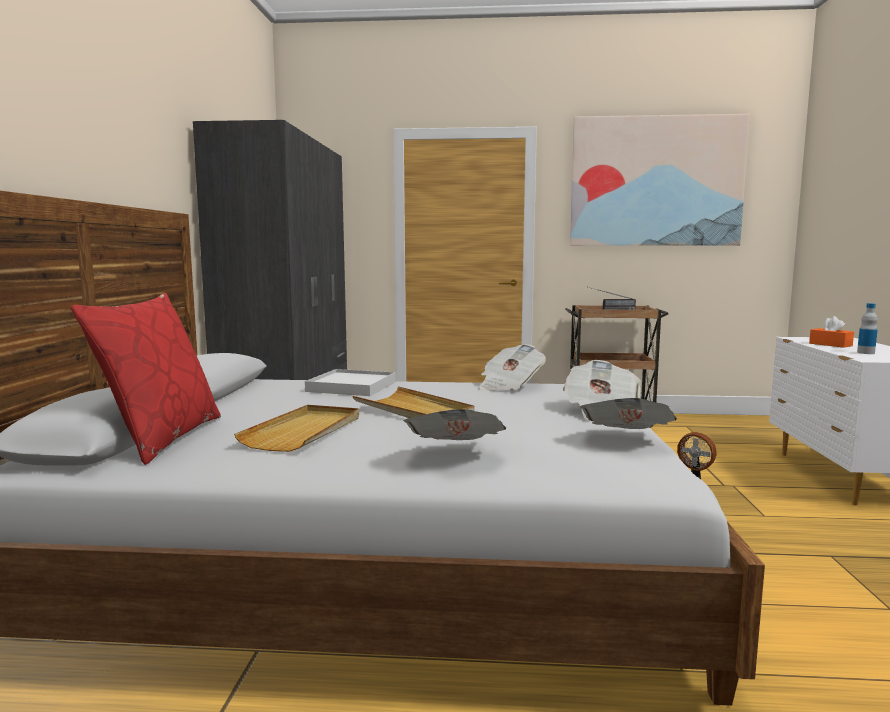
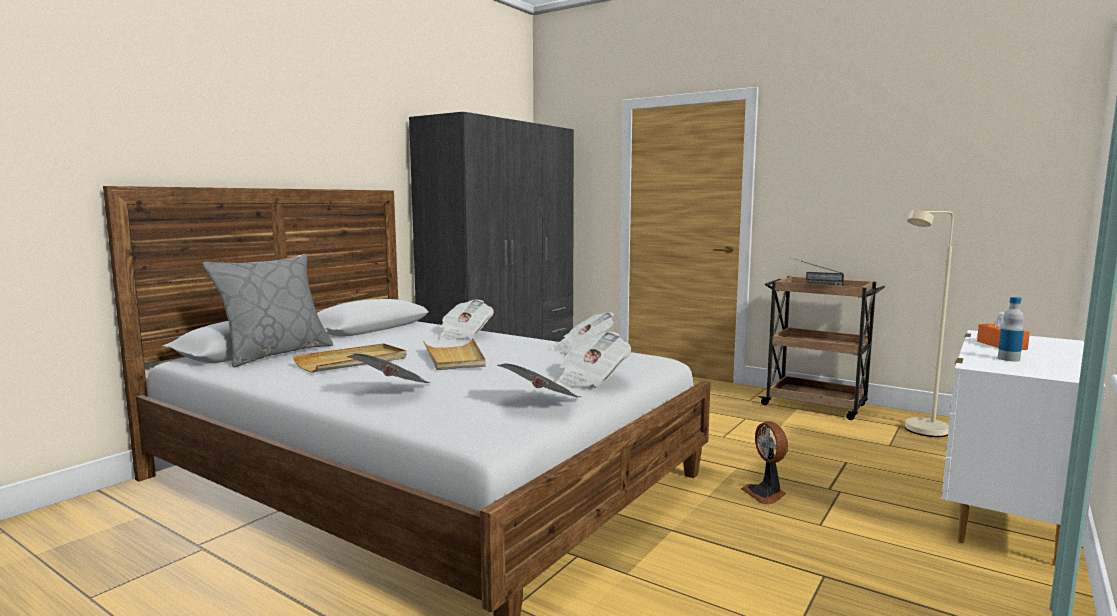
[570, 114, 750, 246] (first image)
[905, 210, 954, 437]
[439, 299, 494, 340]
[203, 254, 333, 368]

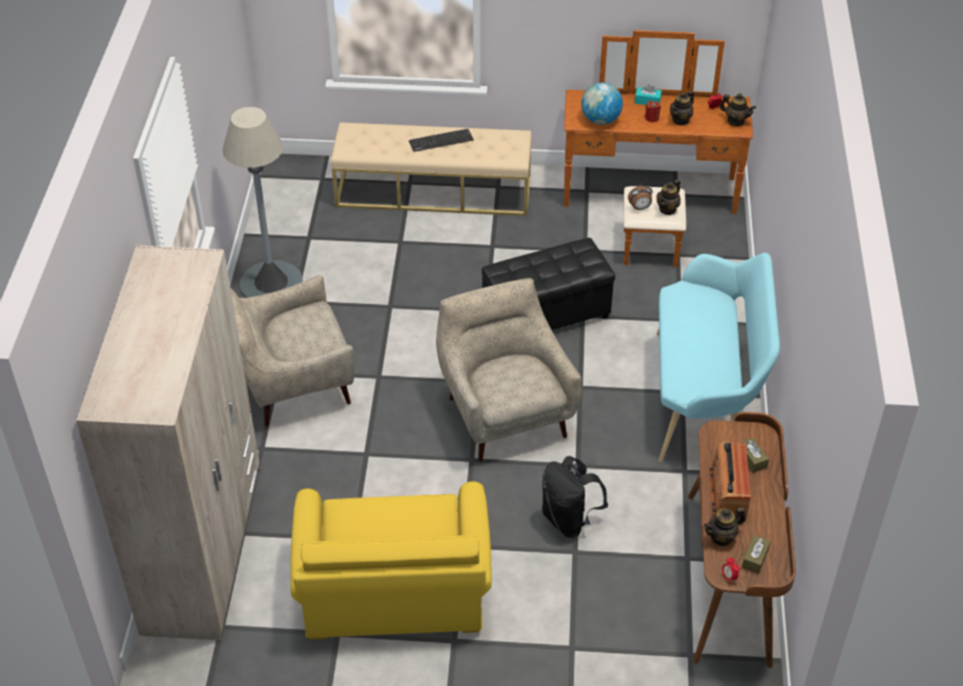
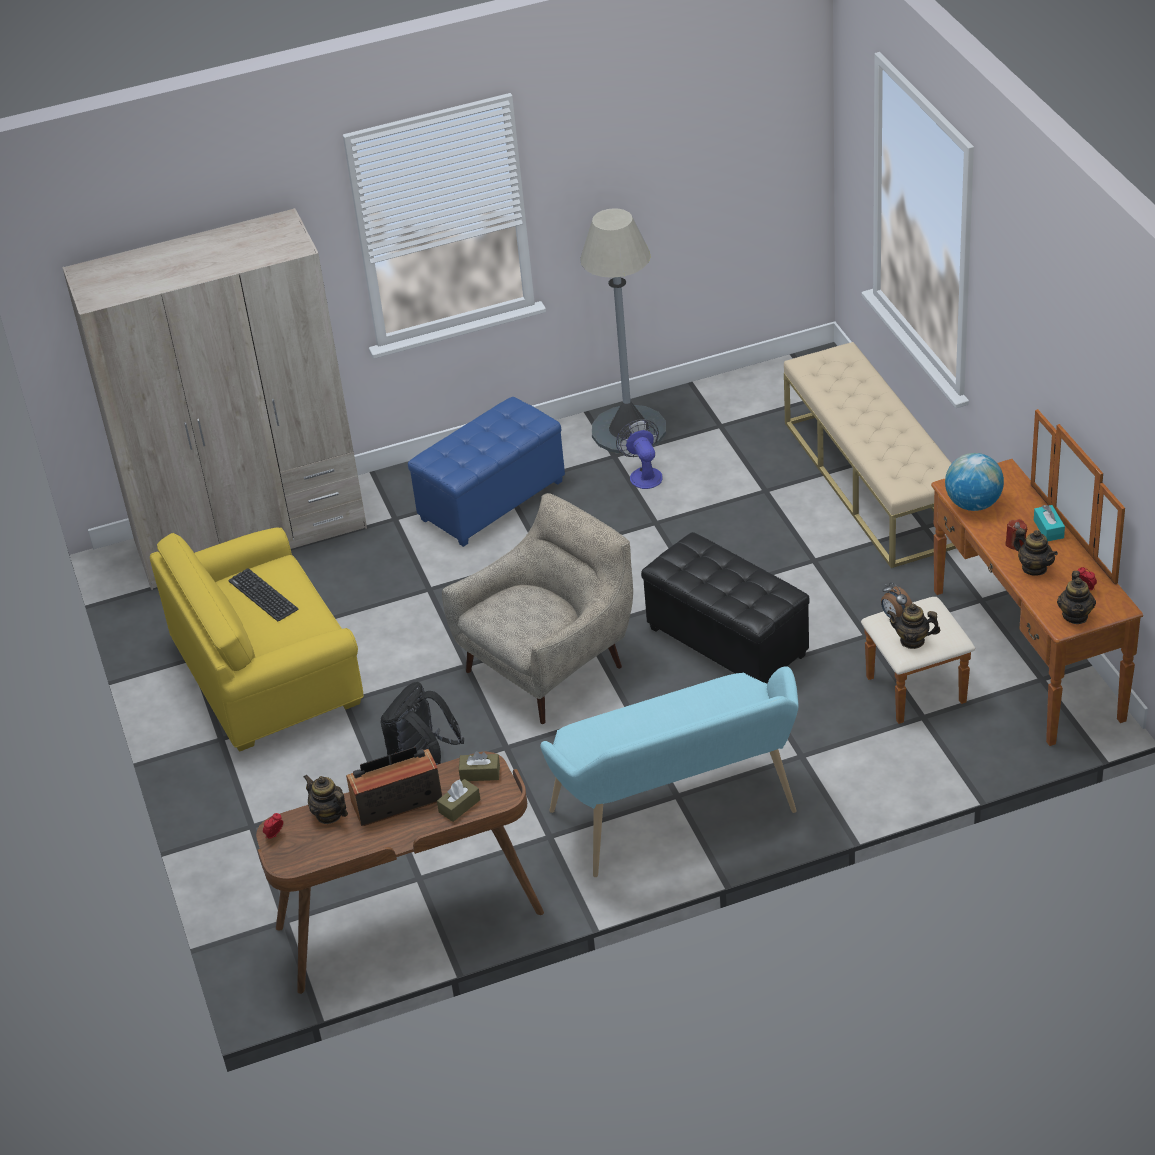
[616, 419, 663, 489]
[228, 568, 298, 621]
[459, 751, 500, 781]
[408, 397, 565, 547]
[1013, 528, 1058, 576]

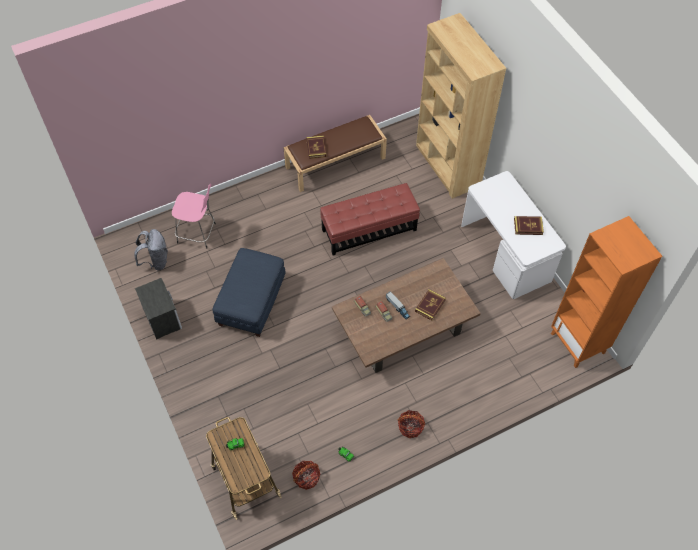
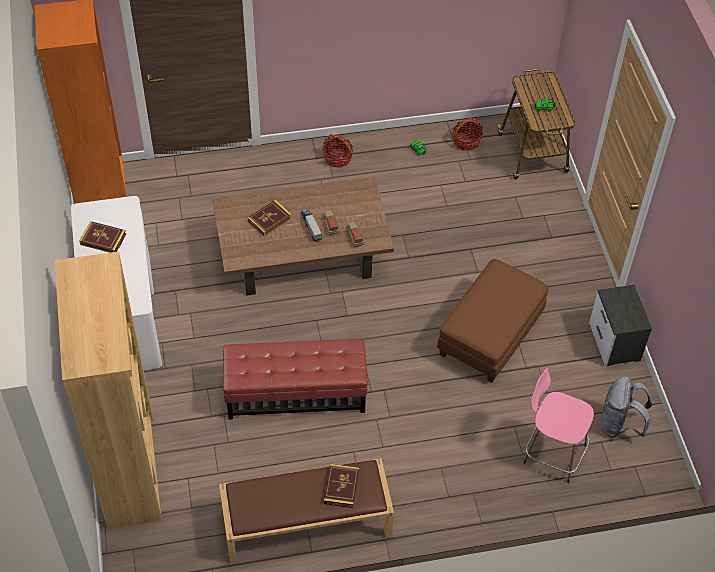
[437, 259, 549, 383]

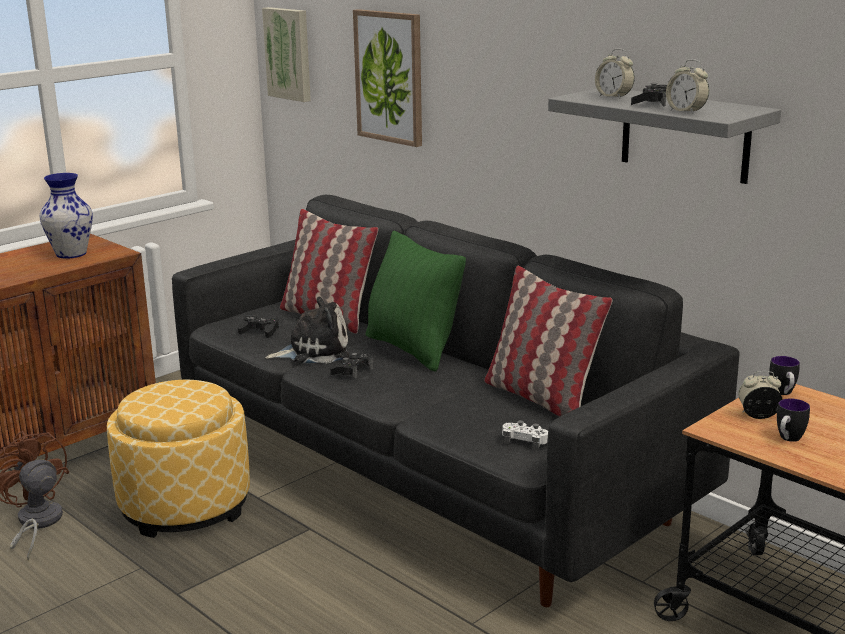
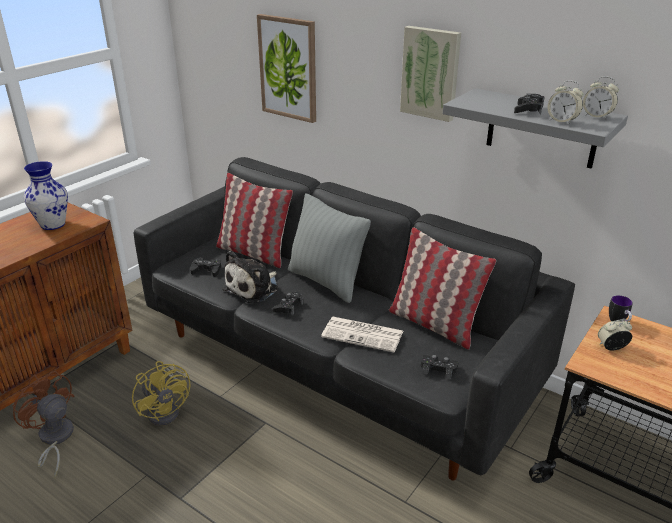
[777, 399, 810, 442] (first image)
[321, 317, 403, 352]
[400, 26, 461, 122]
[583, 76, 619, 120]
[132, 361, 190, 426]
[288, 194, 371, 303]
[421, 355, 459, 379]
[222, 251, 278, 303]

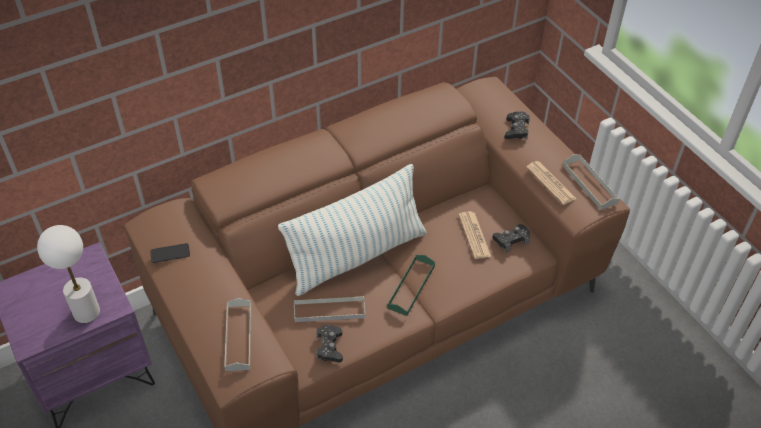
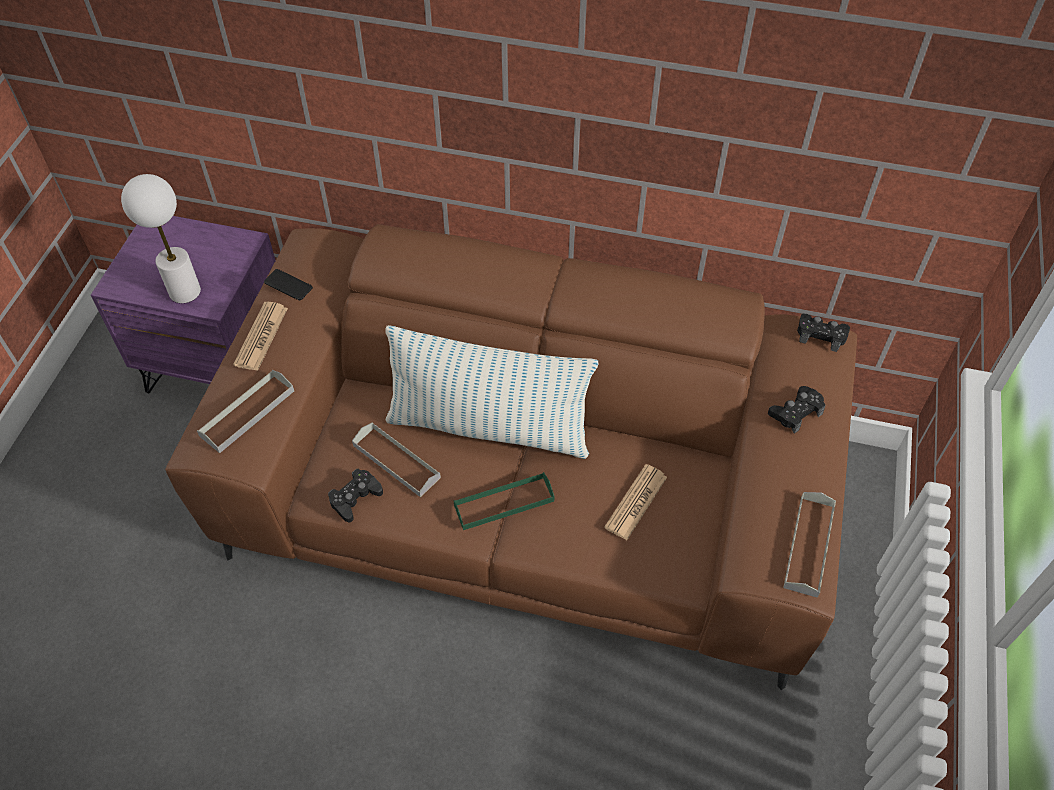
[797, 313, 850, 352]
[233, 302, 288, 371]

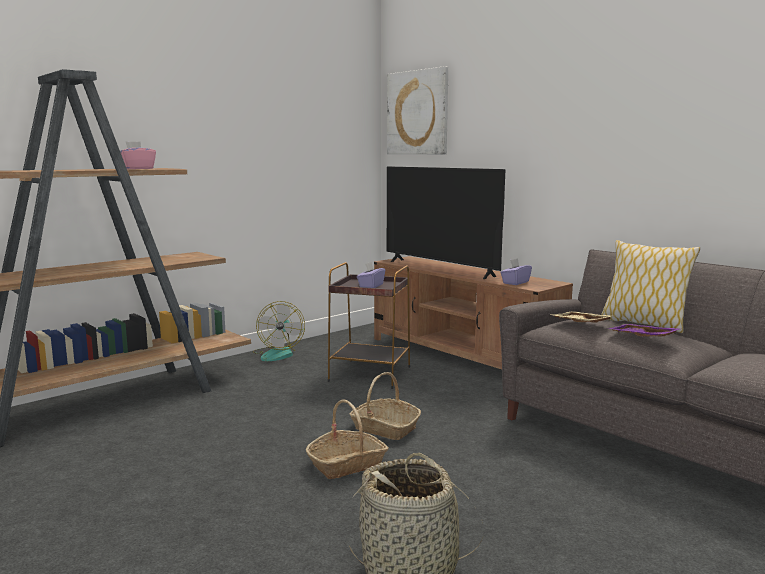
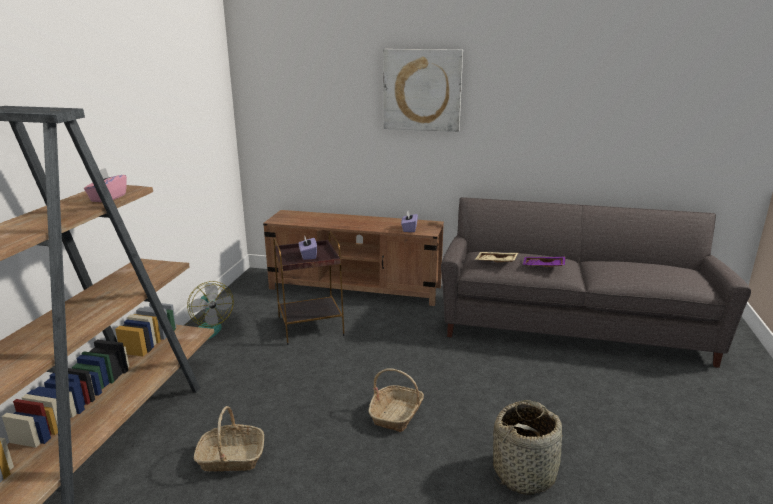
[387, 167, 505, 279] (first image)
[601, 240, 700, 333] (first image)
[194, 406, 264, 472]
[383, 49, 463, 132]

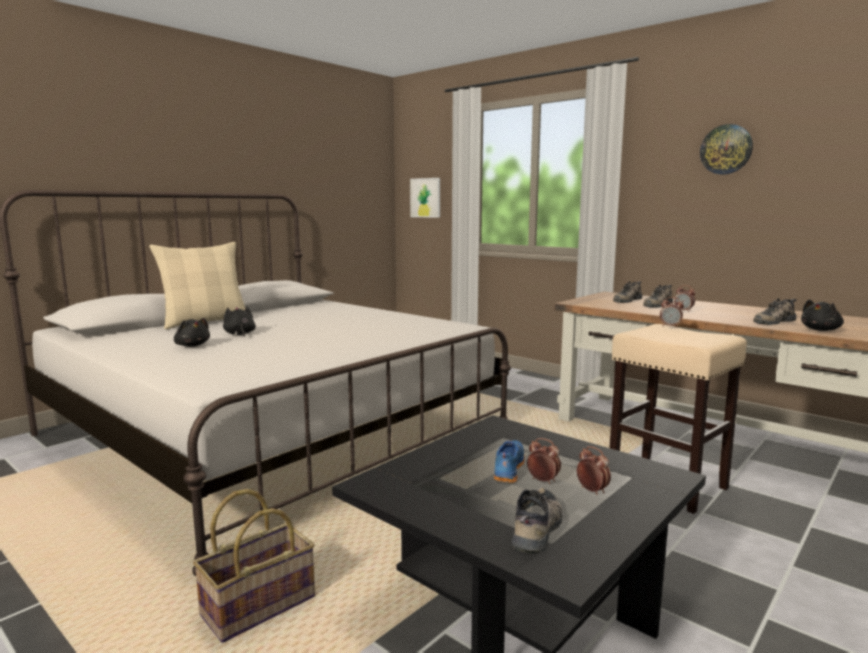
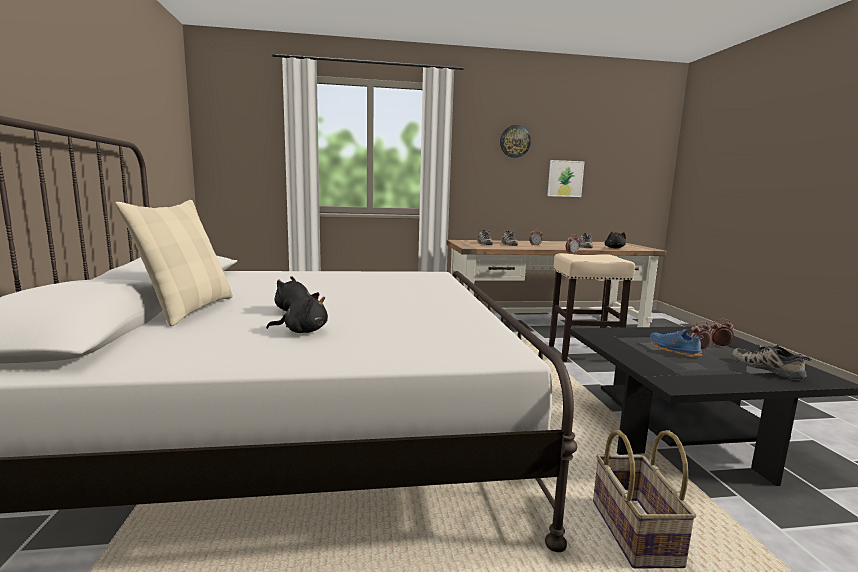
[547, 160, 585, 197]

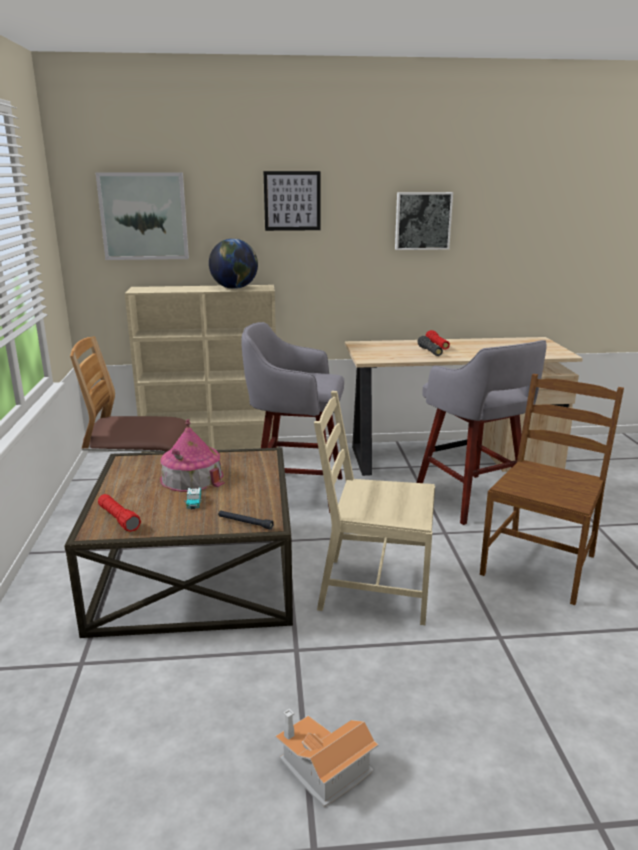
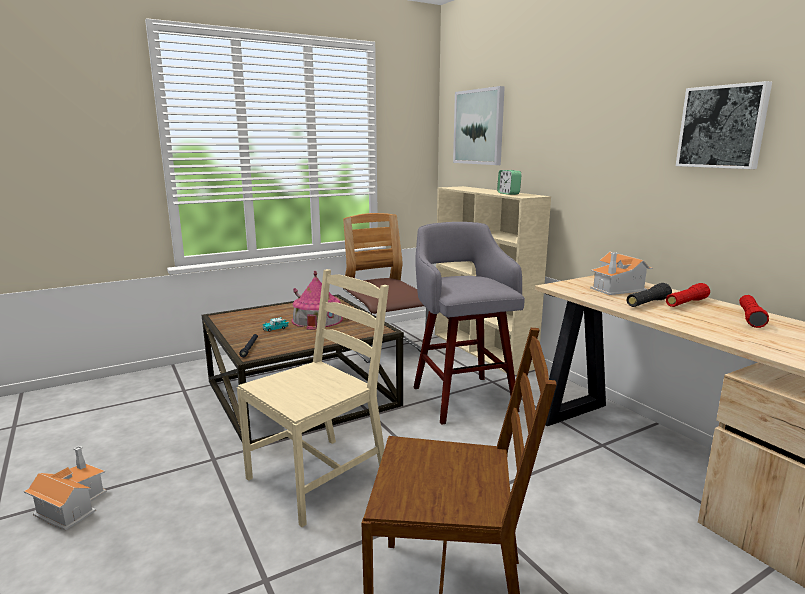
[263, 171, 321, 231] (first image)
[417, 340, 547, 525] (first image)
[590, 252, 653, 295]
[739, 295, 769, 328]
[497, 170, 522, 195]
[237, 269, 389, 527]

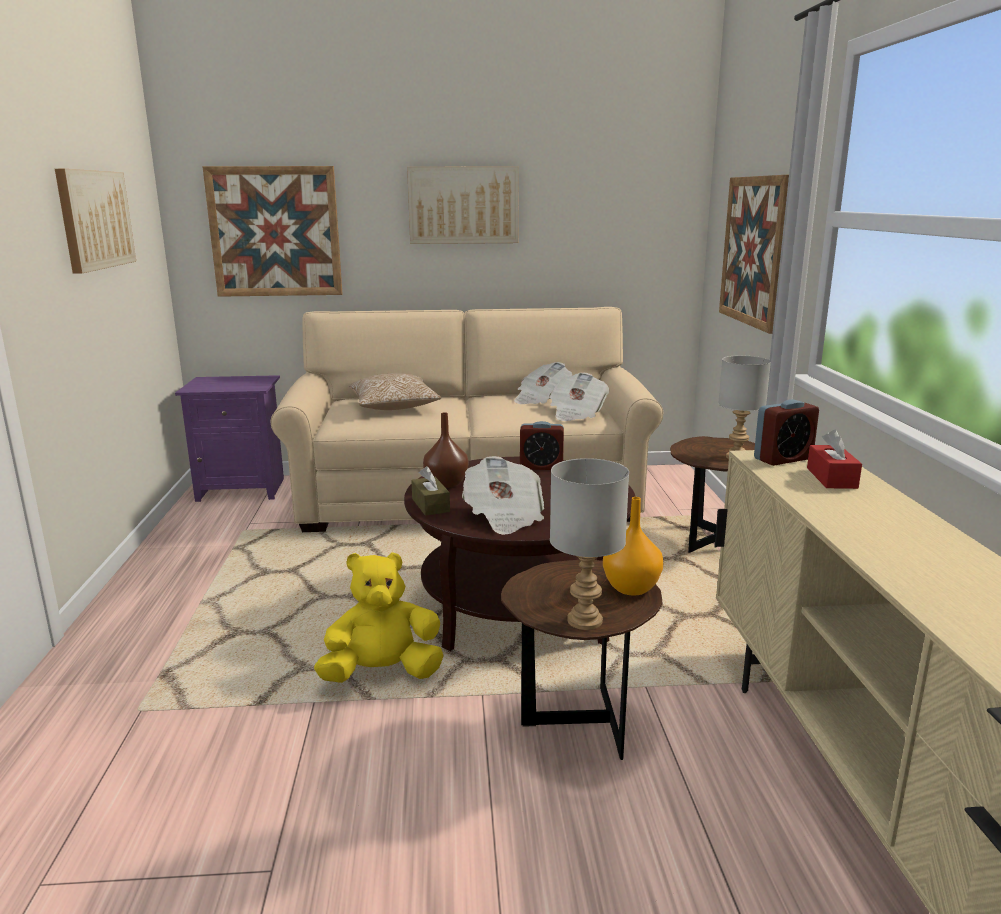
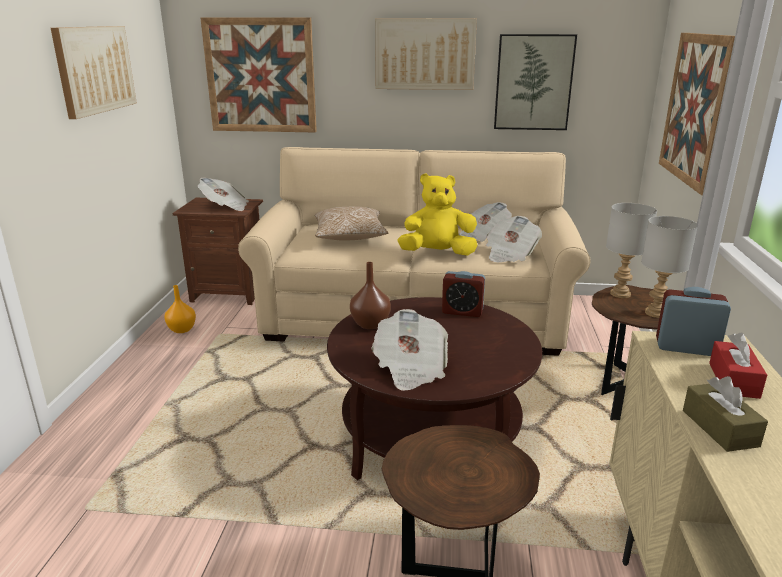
[198, 178, 249, 211]
[494, 34, 577, 130]
[397, 174, 477, 256]
[683, 376, 768, 452]
[606, 203, 657, 298]
[164, 285, 196, 333]
[172, 198, 263, 305]
[656, 287, 731, 356]

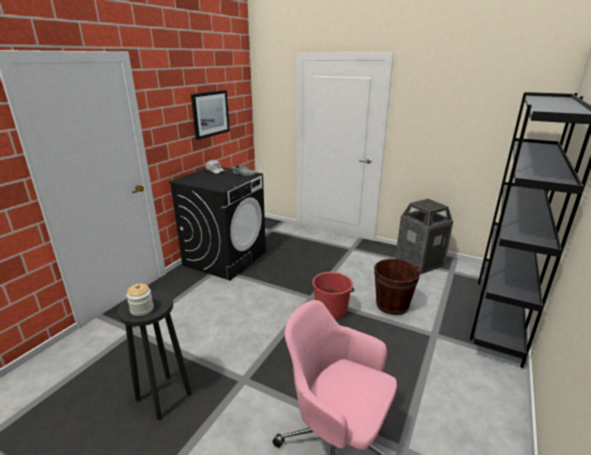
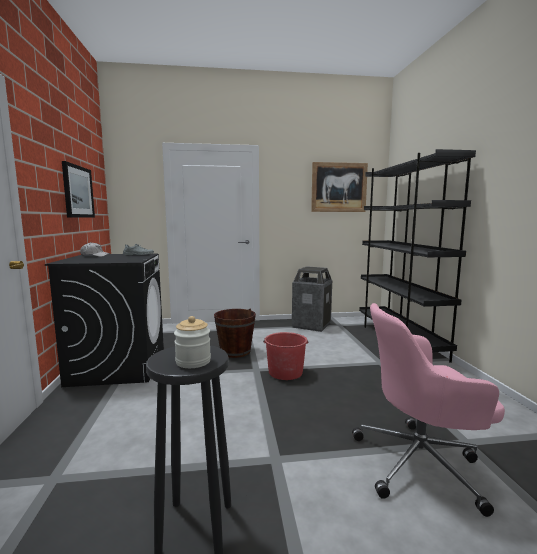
[311, 162, 368, 212]
[214, 309, 256, 358]

